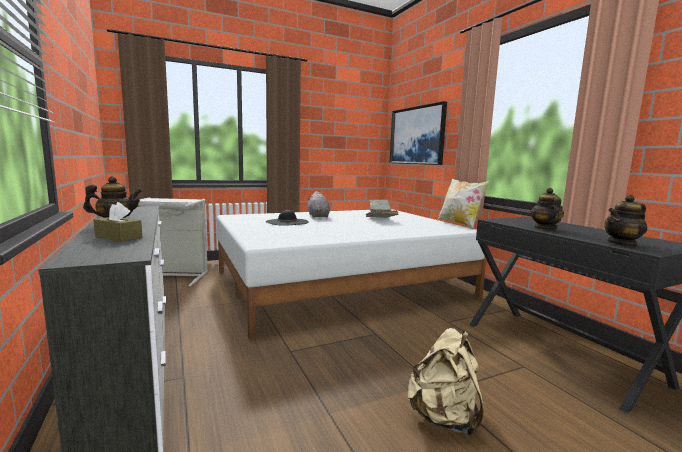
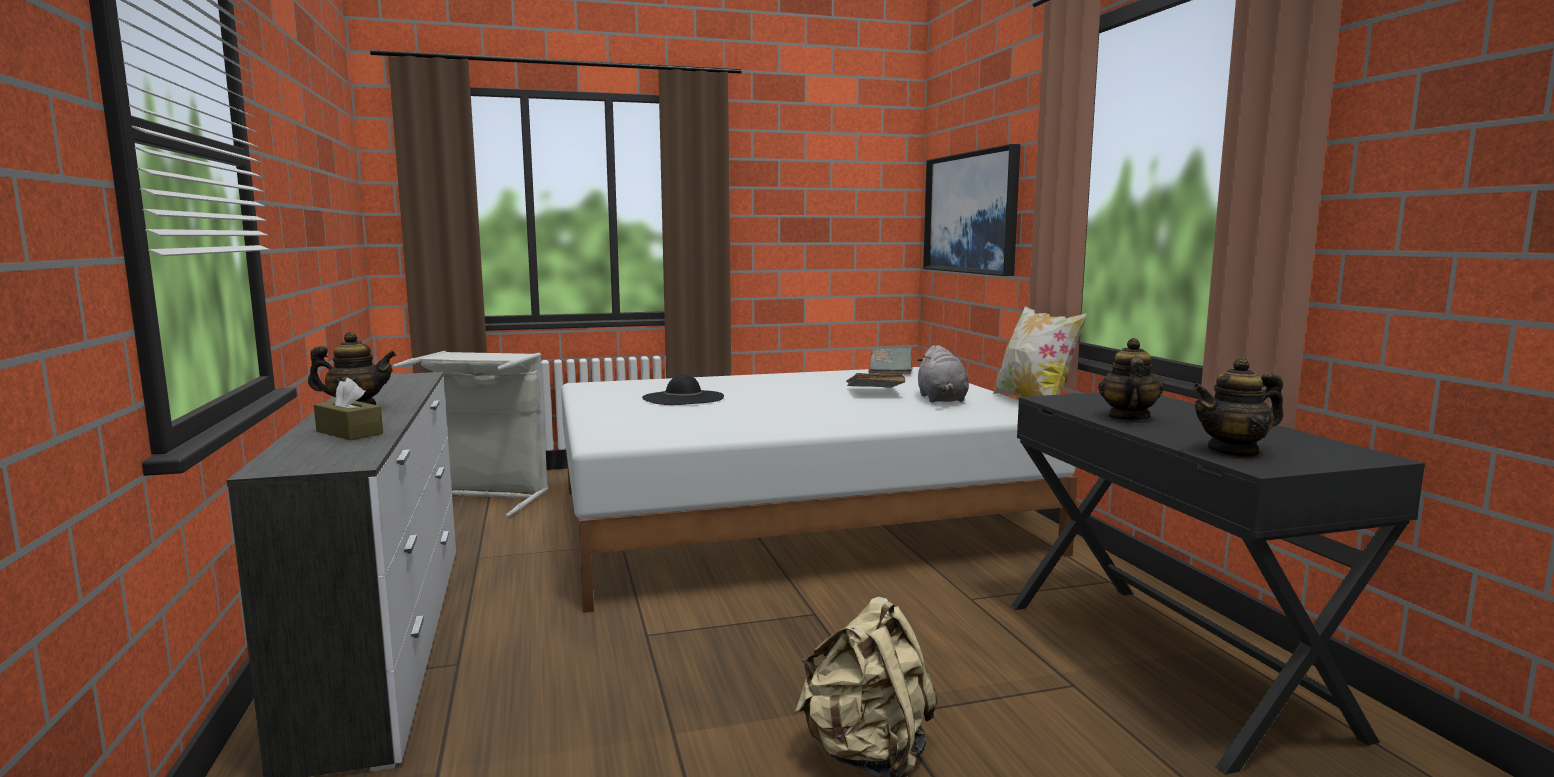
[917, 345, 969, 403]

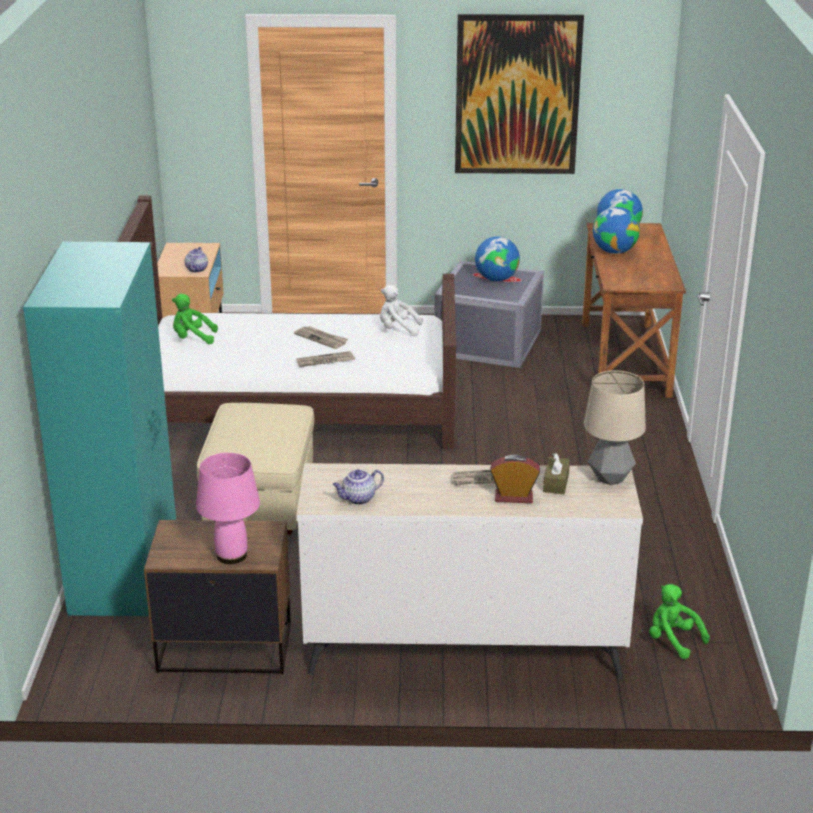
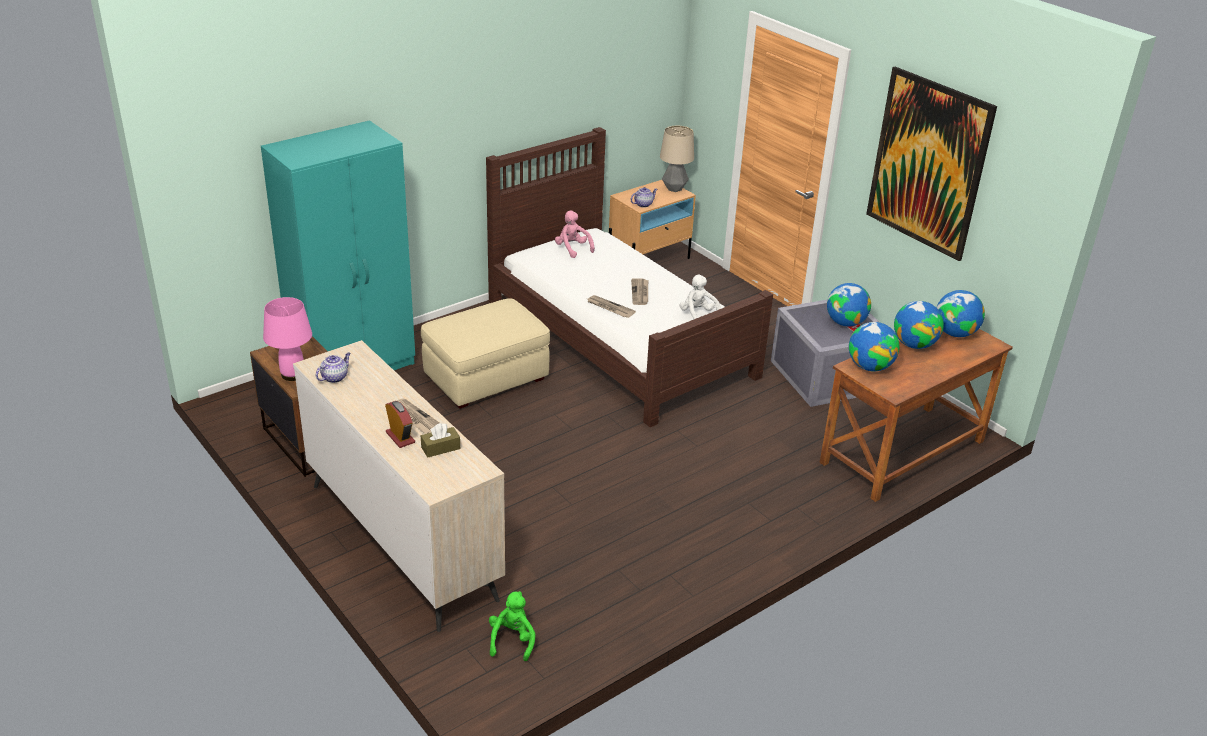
[849, 322, 899, 371]
[660, 126, 694, 192]
[555, 210, 595, 258]
[316, 352, 351, 383]

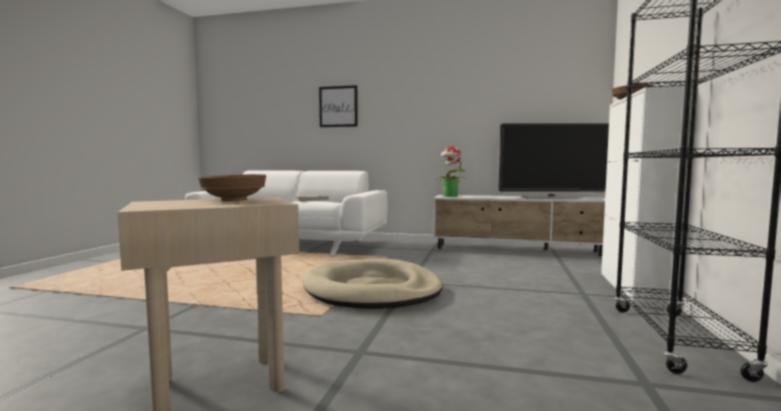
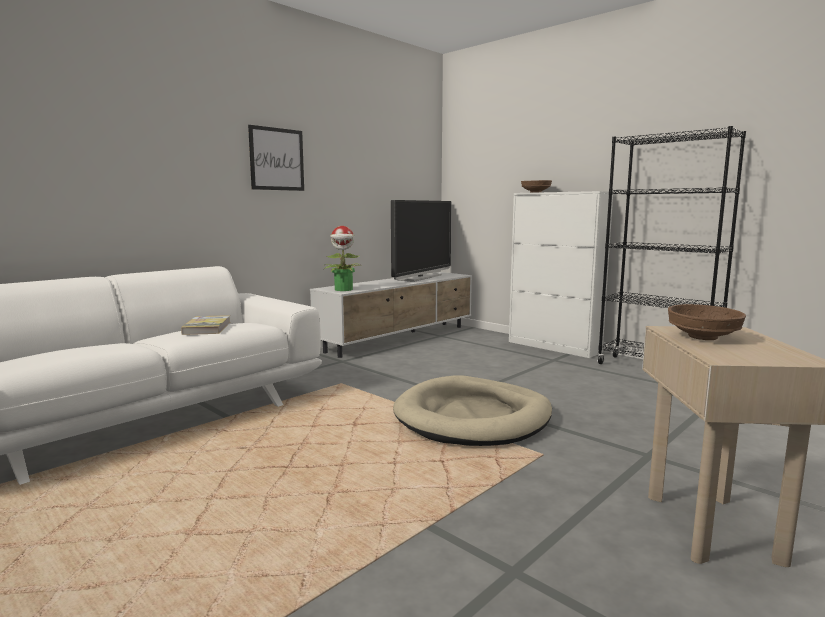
[248, 125, 304, 191]

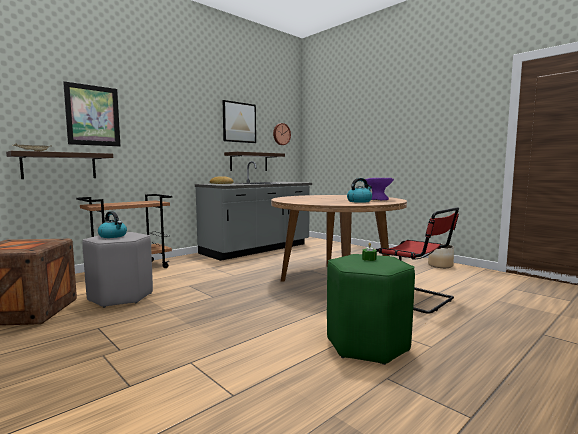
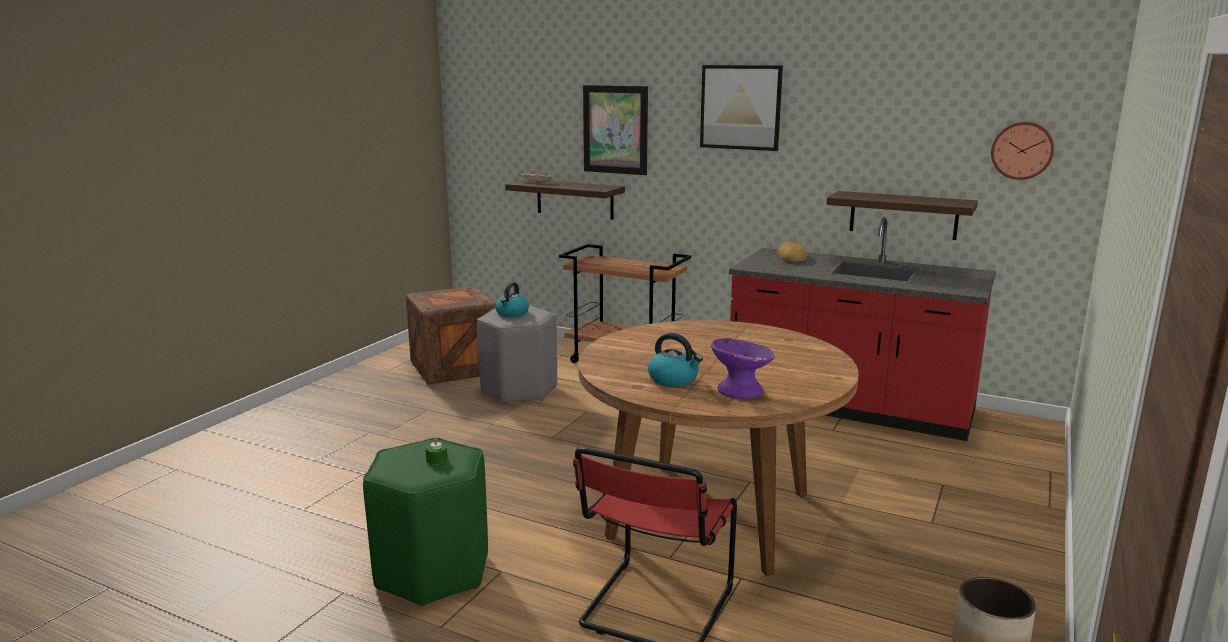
[700, 65, 783, 151]
[729, 217, 996, 441]

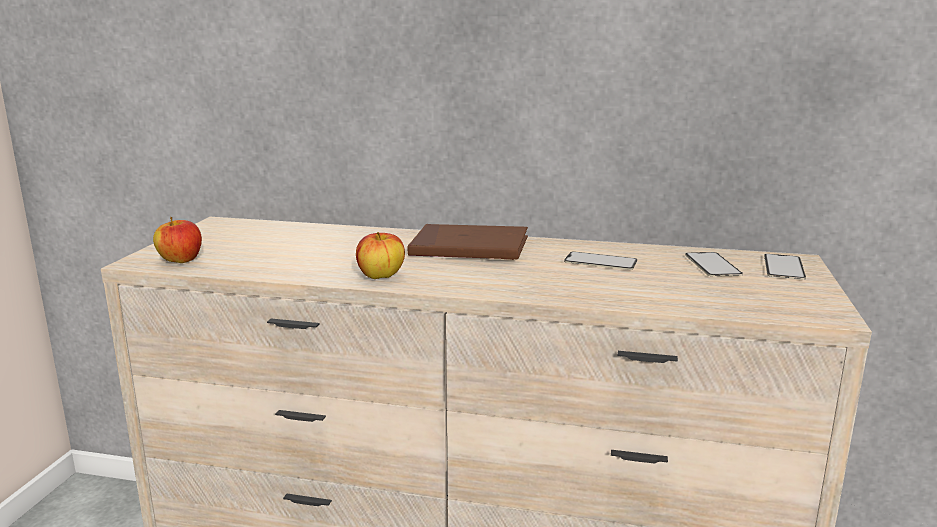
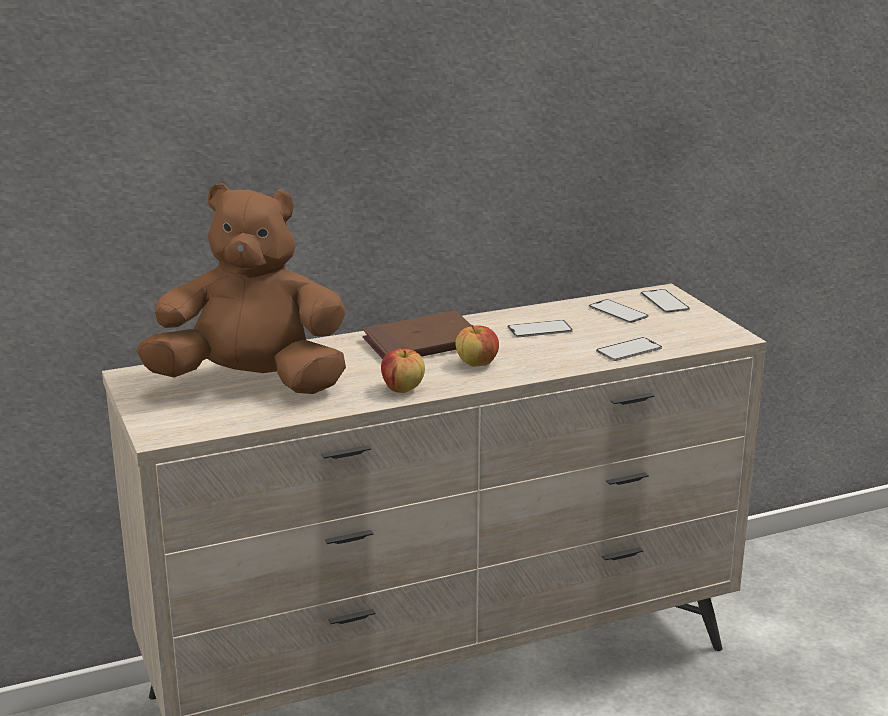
[137, 183, 346, 394]
[596, 337, 662, 361]
[455, 325, 499, 366]

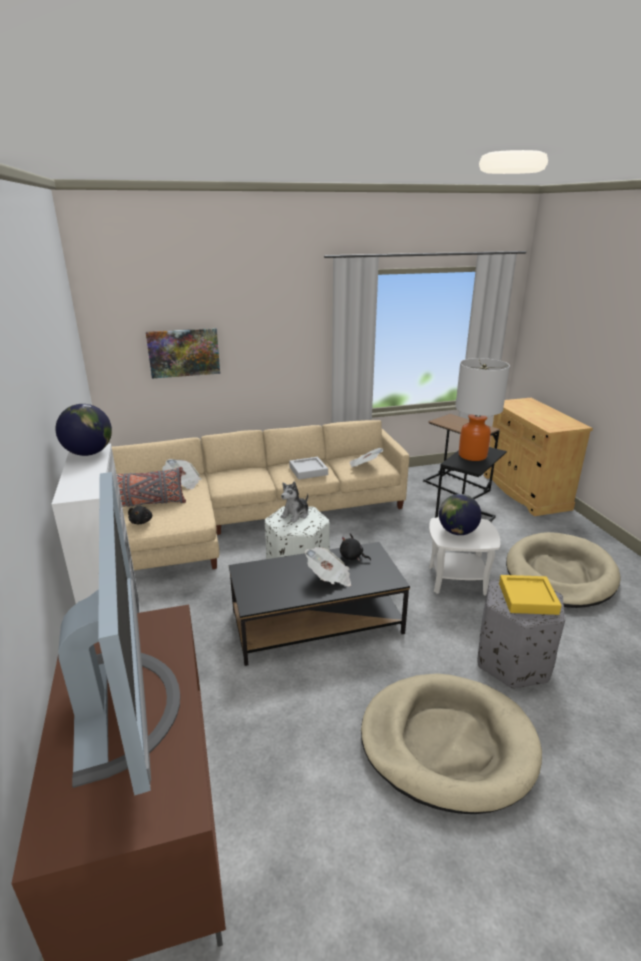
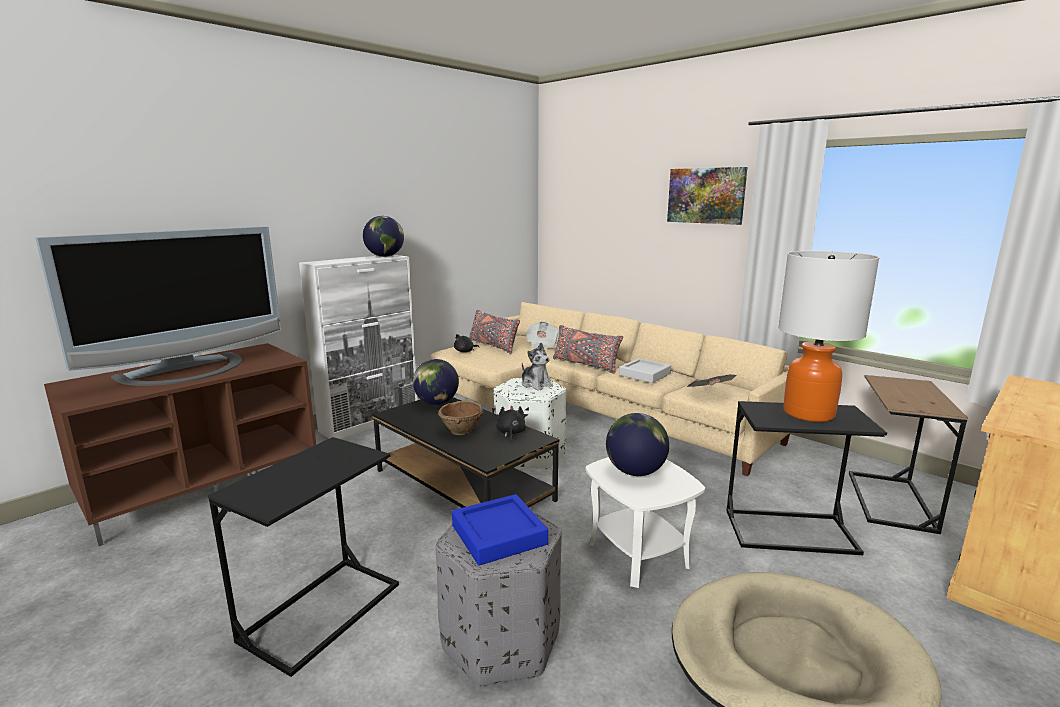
[413, 359, 459, 405]
[553, 325, 623, 374]
[667, 167, 748, 225]
[438, 401, 484, 435]
[208, 437, 399, 677]
[452, 494, 548, 566]
[522, 343, 553, 391]

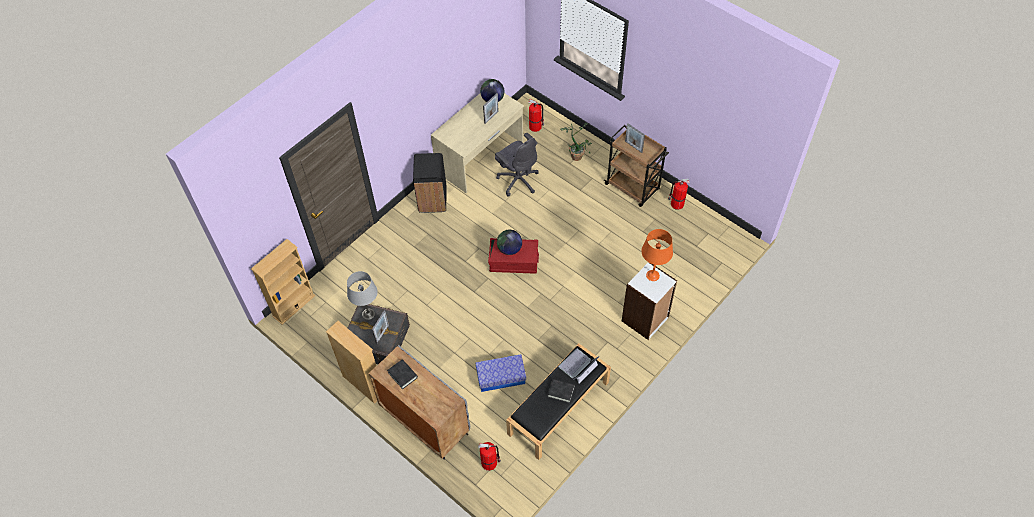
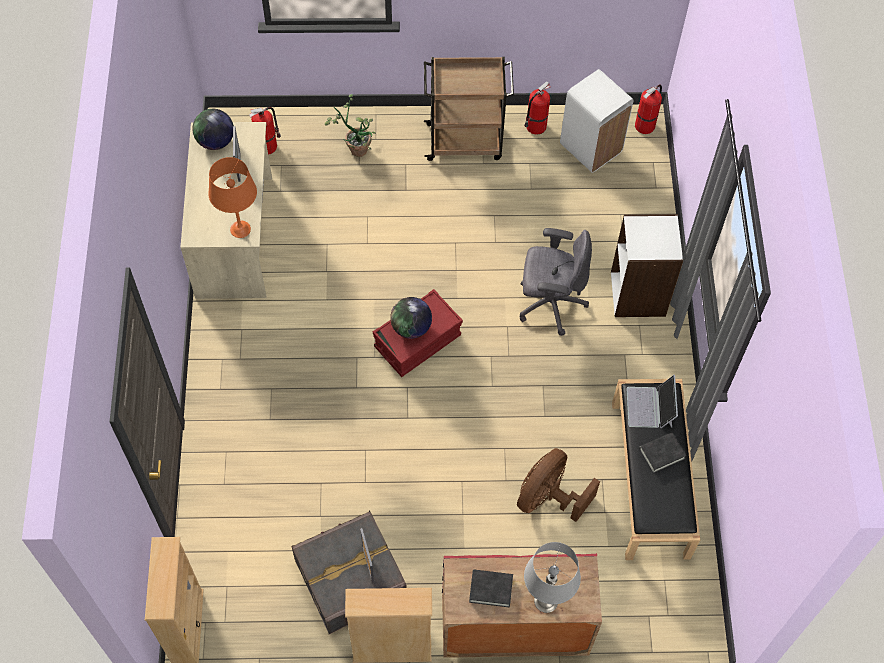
[413, 153, 447, 213] (first image)
[625, 123, 645, 153] (first image)
[560, 69, 633, 173]
[524, 542, 581, 613]
[635, 84, 662, 134]
[520, 228, 592, 336]
[208, 157, 257, 238]
[517, 448, 600, 522]
[442, 554, 602, 658]

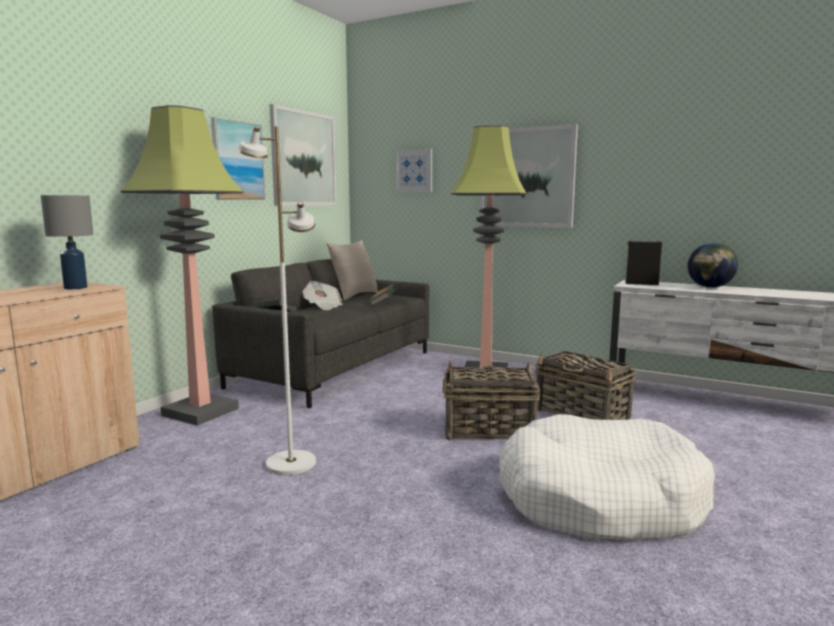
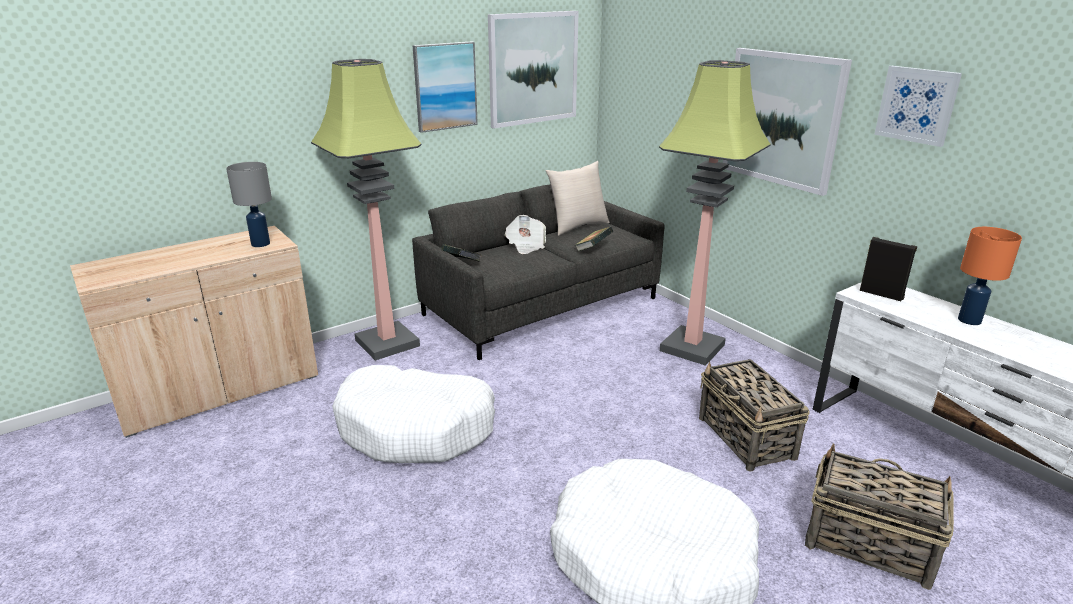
[874, 66, 962, 147]
[805, 443, 954, 590]
[332, 365, 495, 463]
[958, 227, 1022, 325]

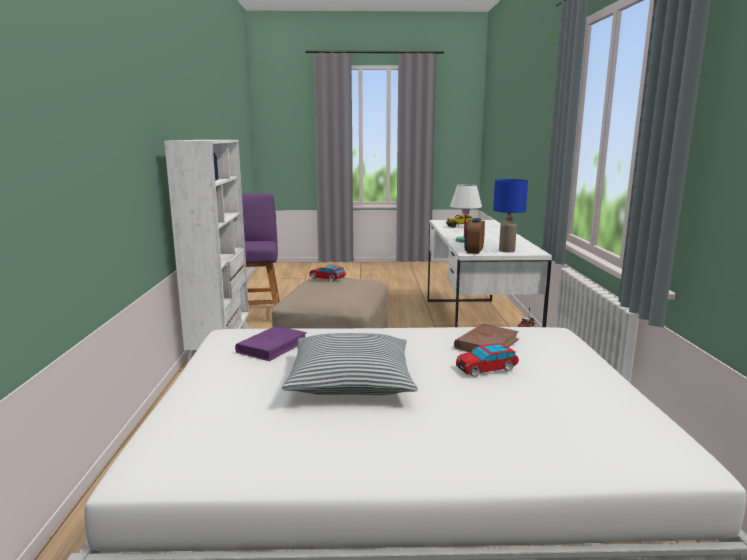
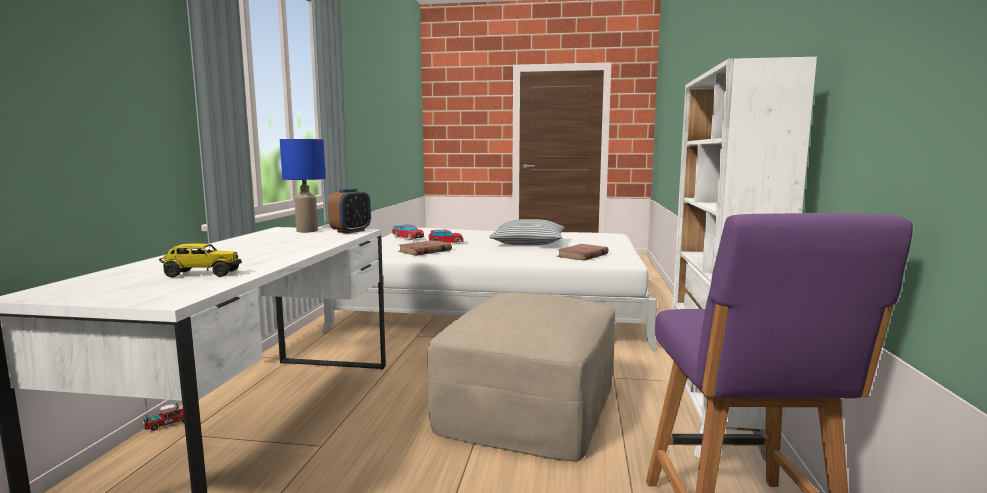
[450, 184, 482, 243] (first image)
[392, 224, 424, 240]
[557, 244, 609, 261]

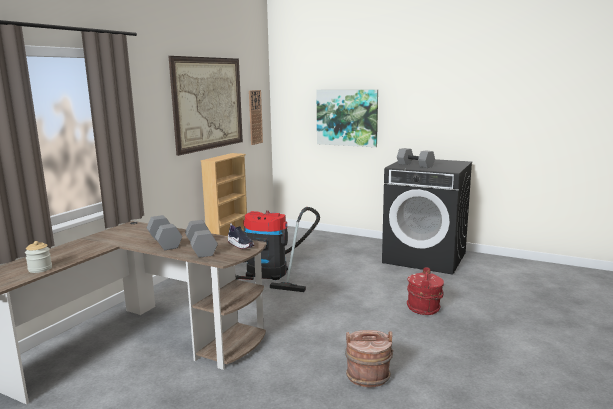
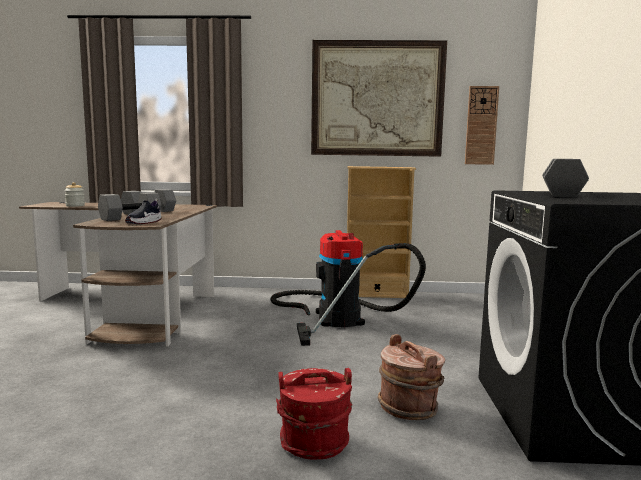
[317, 90, 378, 147] (first image)
[378, 334, 445, 420]

